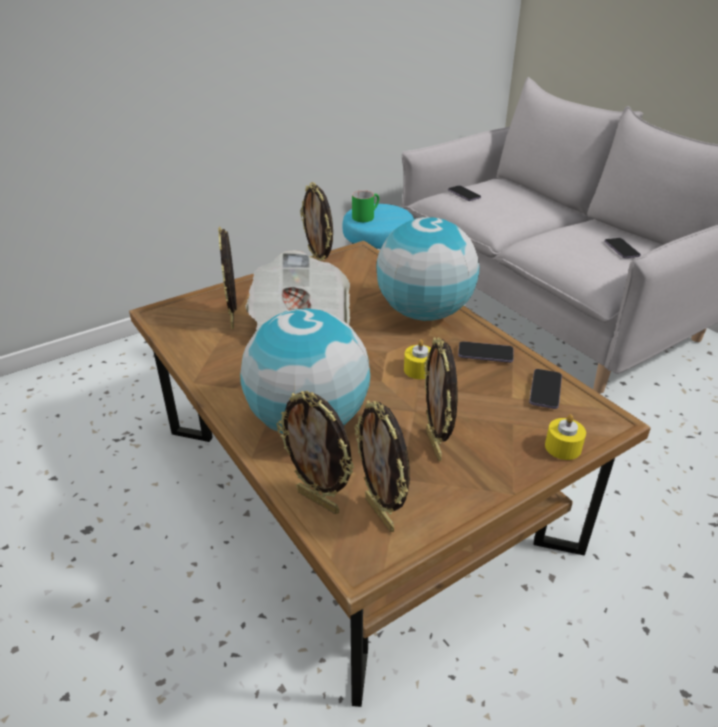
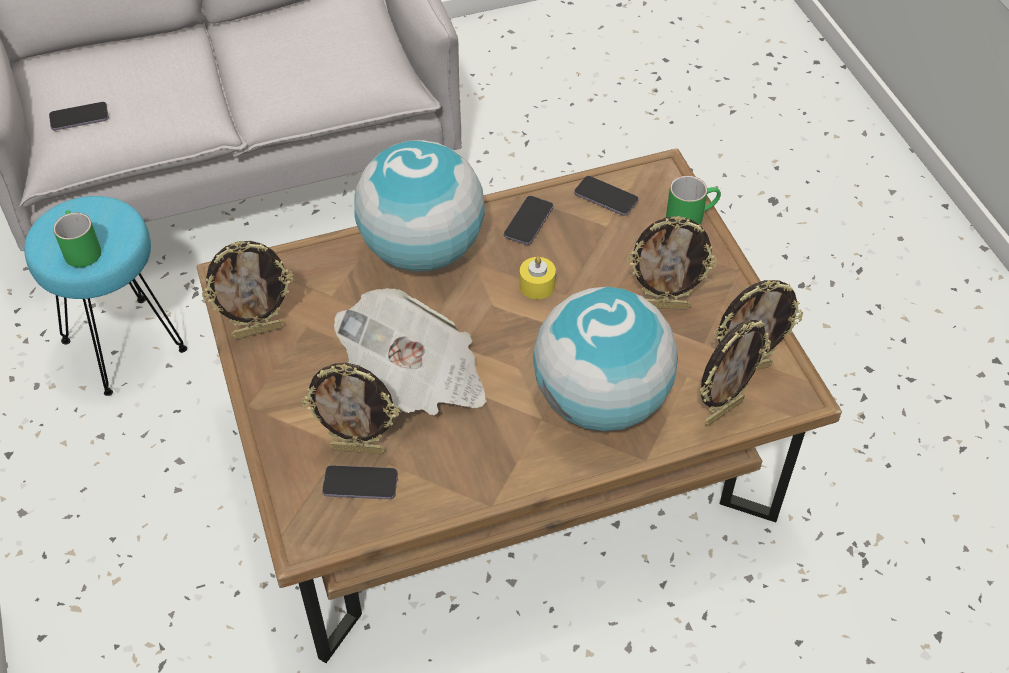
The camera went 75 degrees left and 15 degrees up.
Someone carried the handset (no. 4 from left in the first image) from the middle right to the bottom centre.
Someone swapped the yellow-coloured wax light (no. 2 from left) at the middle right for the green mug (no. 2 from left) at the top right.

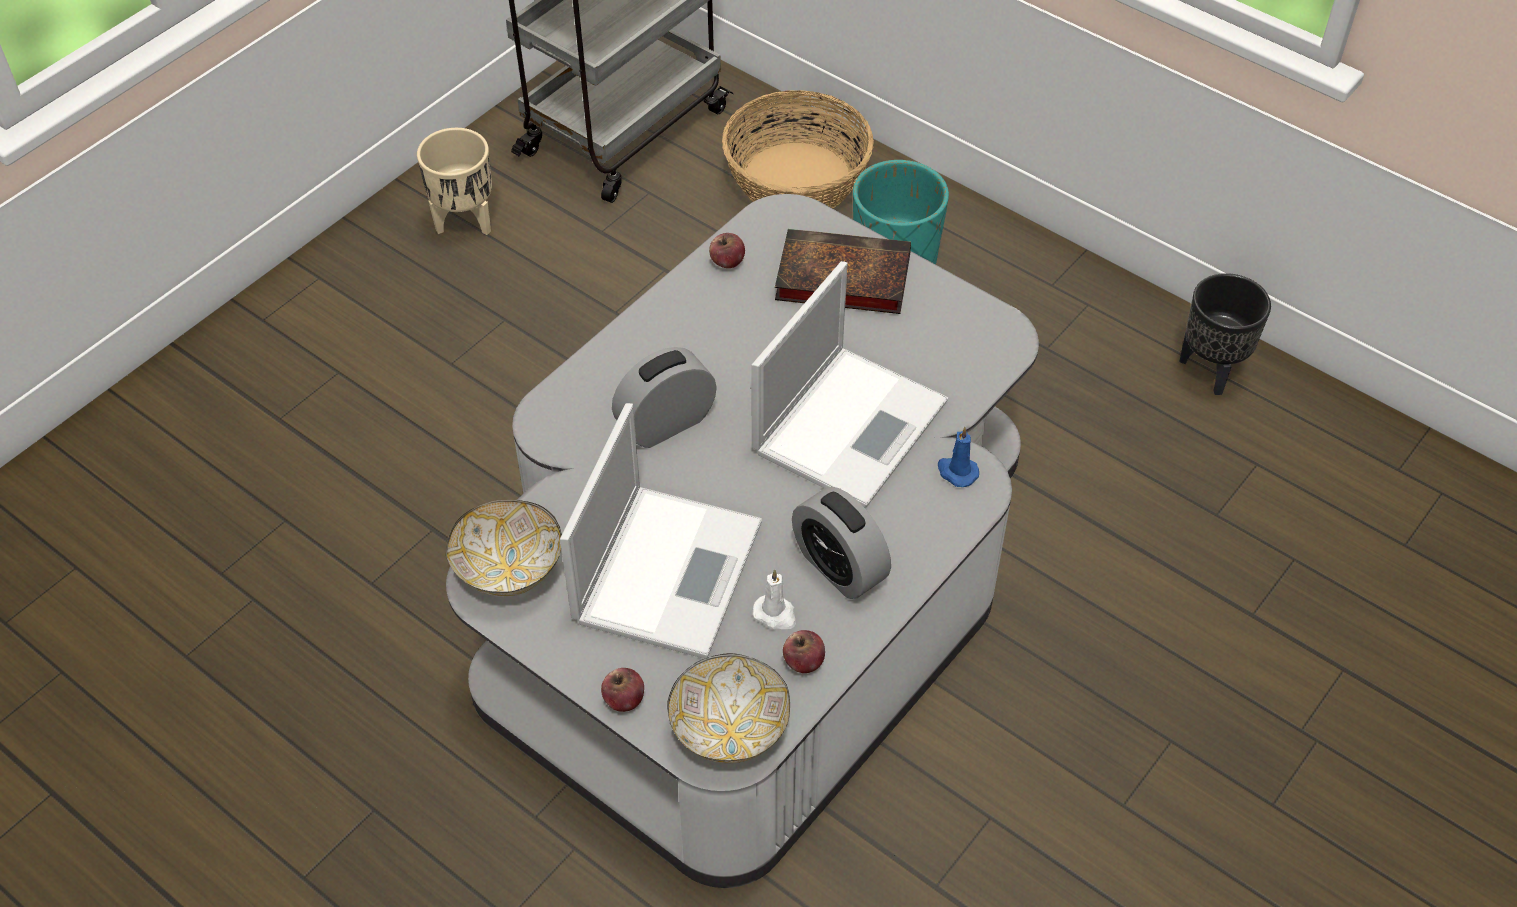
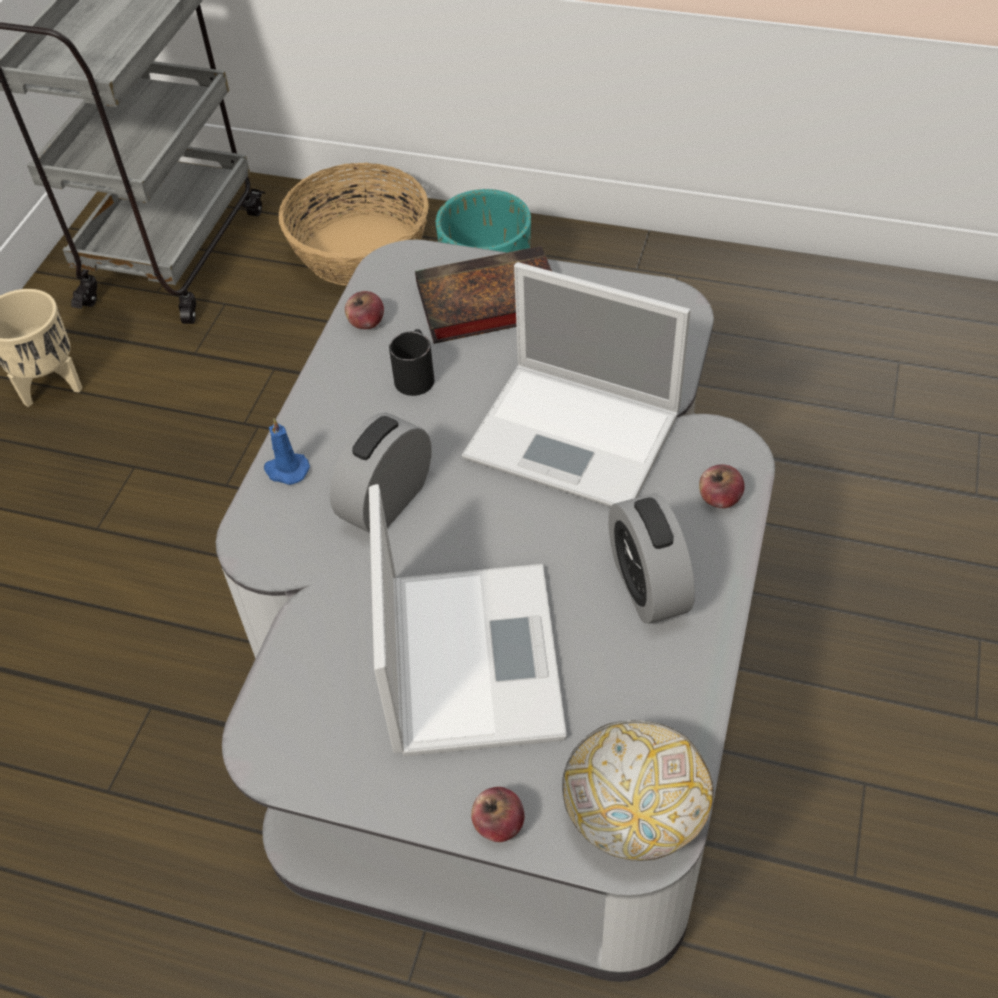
The camera went 20 degrees left and 0 degrees up.
Someone rotated the portable computer (no. 2 from left) at the centre by 105 degrees clockwise.
Someone took away the black-coloured planter at the middle right.
Someone carried the blue wax light from the centre to the middle left.
Someone rotated the bedside clock (no. 2 from left) at the centre by 45 degrees clockwise.
Someone took away the serving bowl (no. 1 from left) at the middle left.
Someone took away the white-coloured wax light at the centre.
Someone carried the apple fruit (no. 3 from left) from the bottom centre to the middle right.
Someone put down the black-coloured mug at the centre.

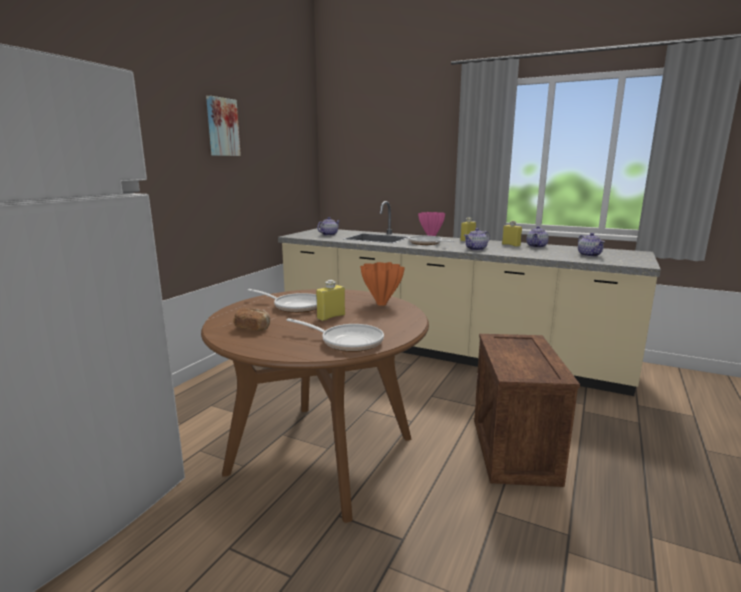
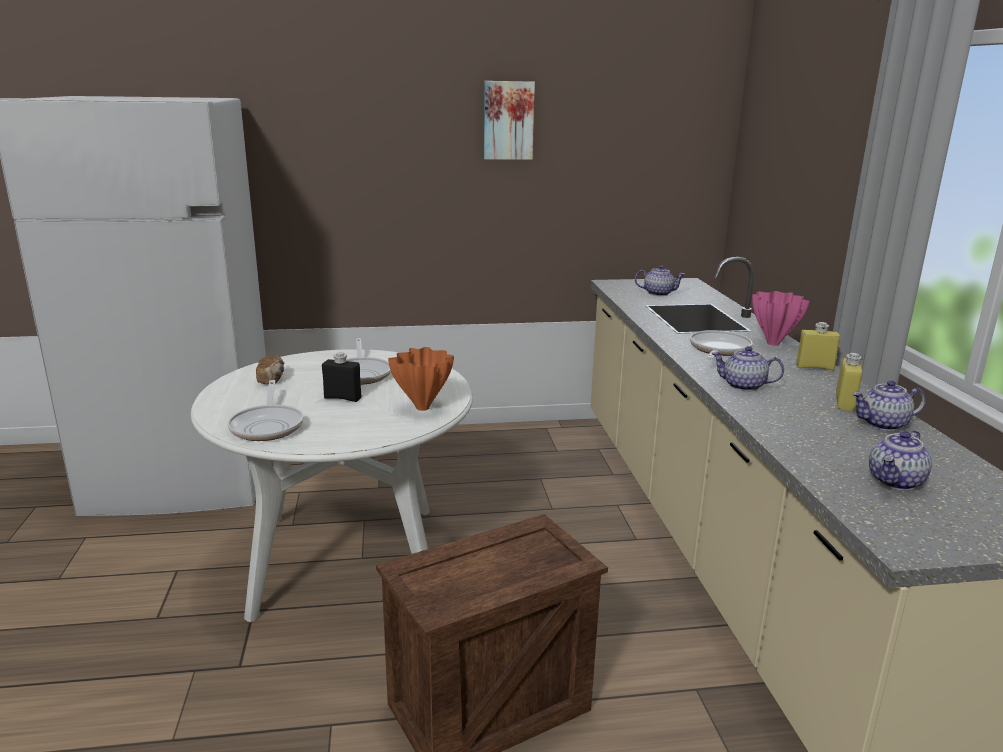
The camera went 55 degrees right and 5 degrees up.
Someone repainted the yellow-coloured beverage bottle (no. 1 from left) at the centre, which became the black-coloured beverage bottle at the centre.
Someone repainted the brown dining table at the bottom centre, which became the white-coloured dining table at the middle left.

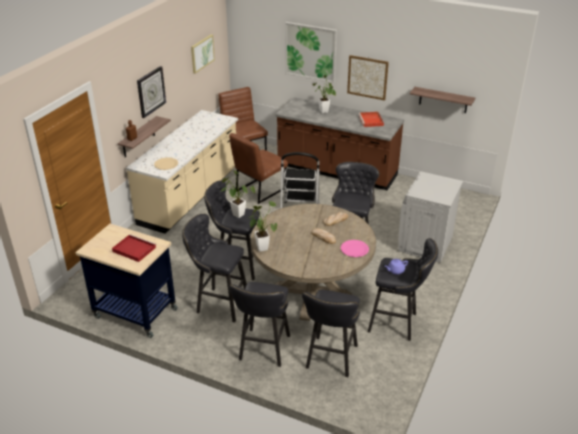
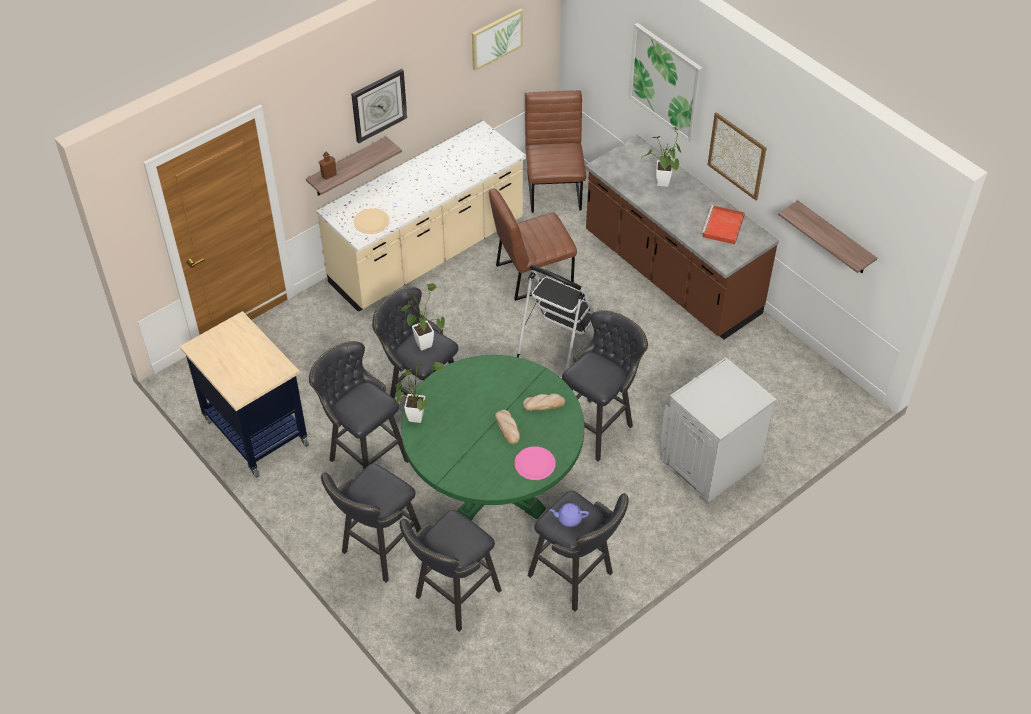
The camera went 25 degrees right and 15 degrees up.
Someone repainted the beige-coloured dining table at the centre, which became the green dining table at the centre.
Someone took away the red-coloured carrying tray (no. 1 from left) at the middle left.

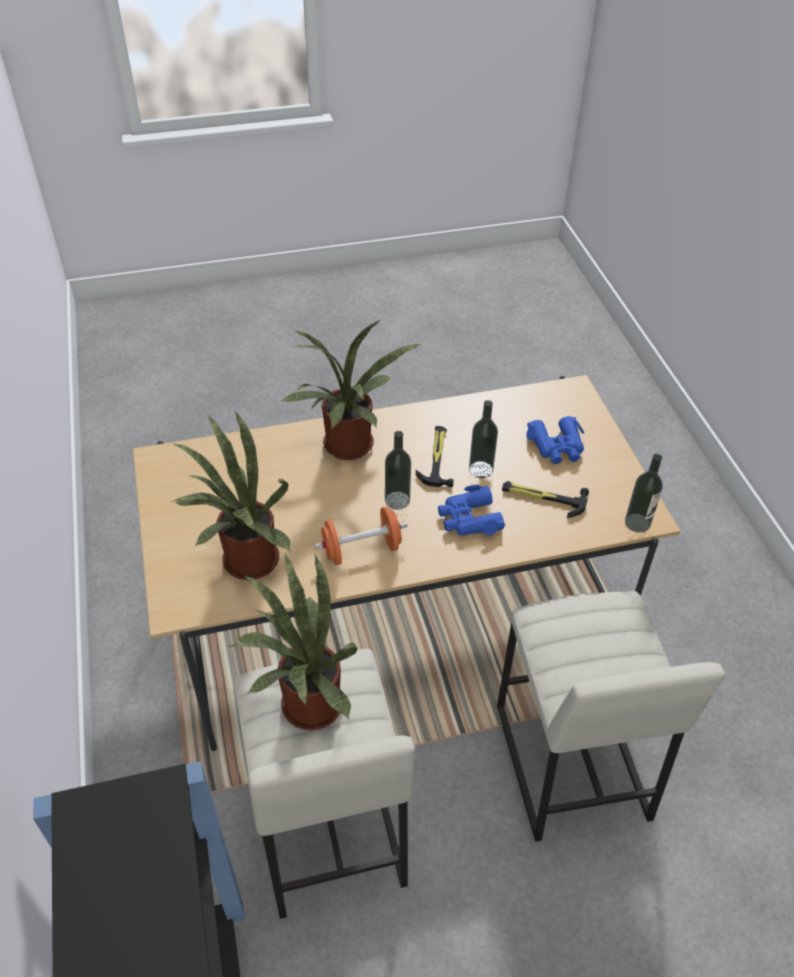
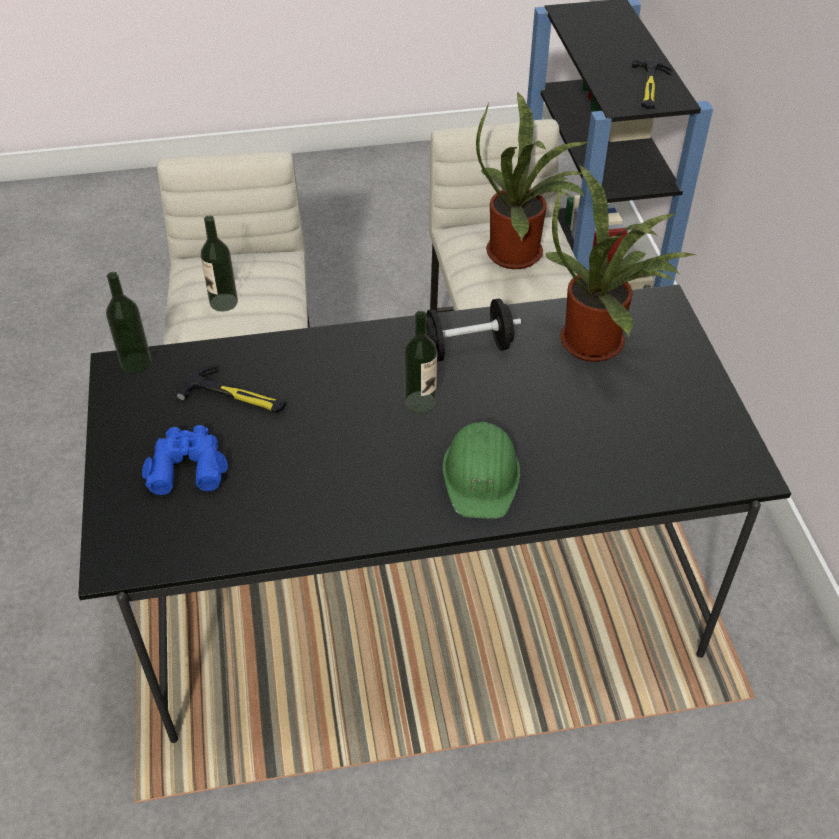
The camera went 175 degrees left and 0 degrees up.
Someone swapped the plant in a pot (no. 3 from left) at the centre for the green hard hat at the centre.
Someone repainted the beige-coloured dining table at the centre, which became the black-coloured dining table at the centre.
Someone carried the beverage bottle (no. 2 from left) from the centre to the top left.
Someone carried the hand hammer (no. 1 from left in the first image) from the centre to the top right.
Someone took away the blue field glasses (no. 1 from left) at the centre.
Someone repainted the orange hand weight at the centre, which became the black-coloured hand weight at the centre.

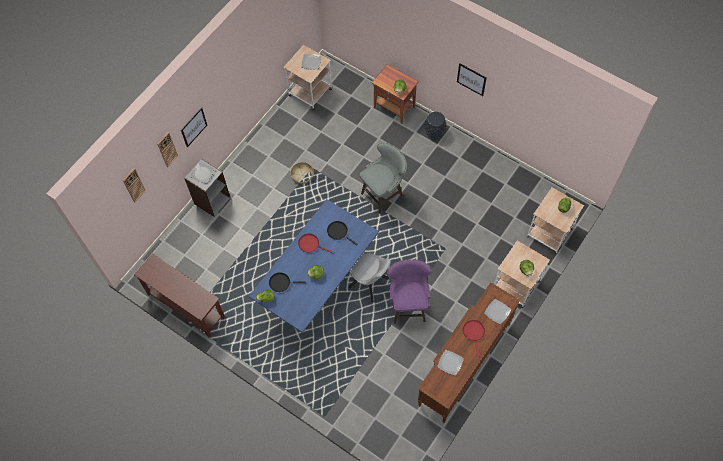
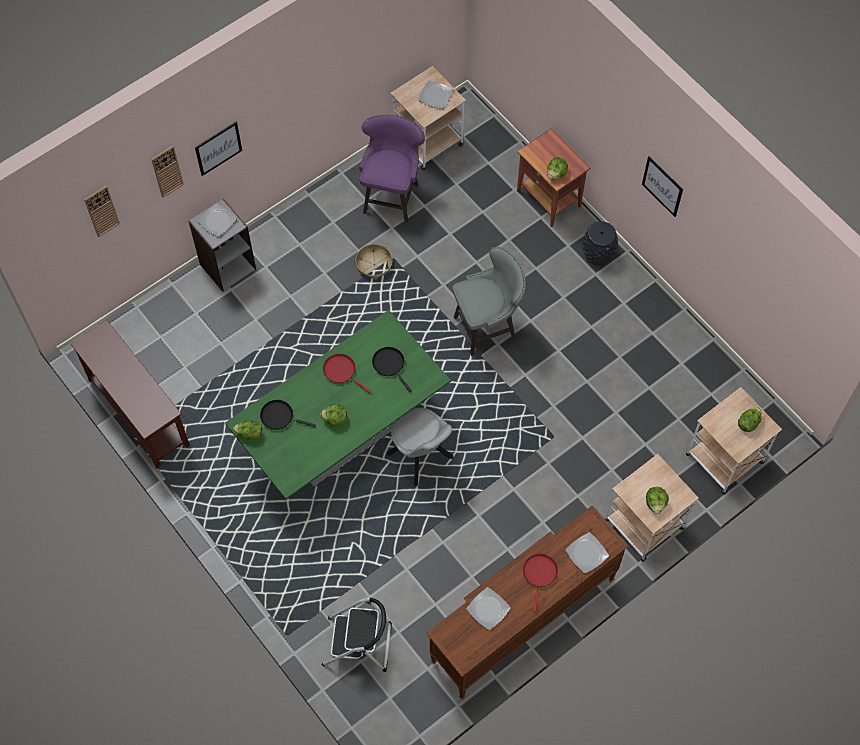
The camera went 15 degrees right and 0 degrees up.
Someone repainted the blue dining table at the centre, which became the green dining table at the centre.
Someone carried the purple-coloured stool seat from the centre to the top centre.
Someone put down the stepladder at the bottom centre.

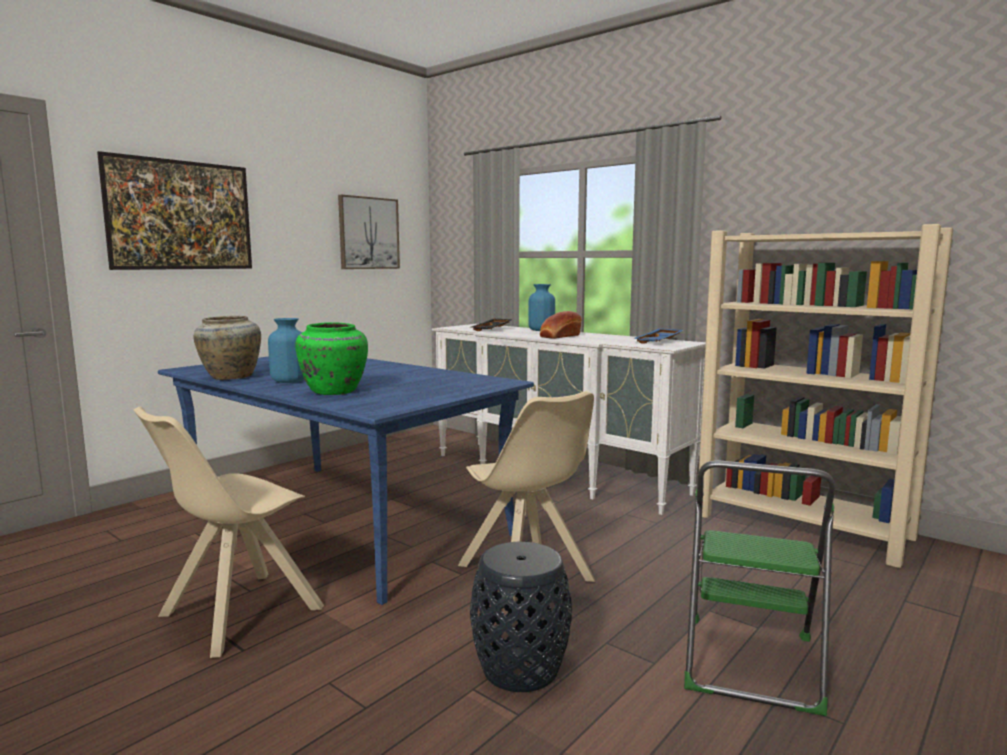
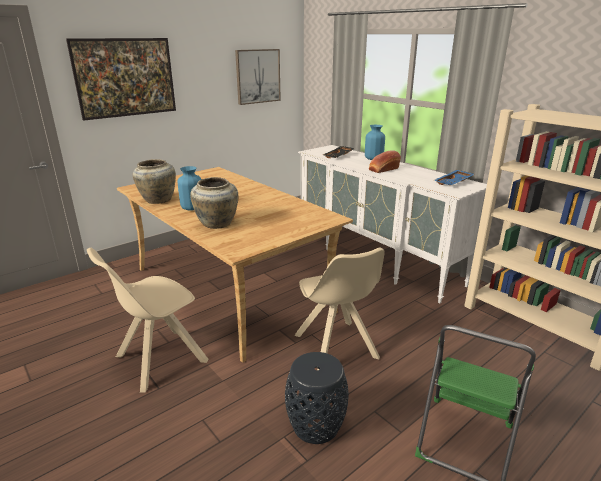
The camera went 10 degrees right and 15 degrees up.
Someone repainted the green vase at the middle left, which became the beige-coloured vase (no. 2 from left) at the centre.
Someone repainted the blue dining table at the centre, which became the beige-coloured dining table at the centre.

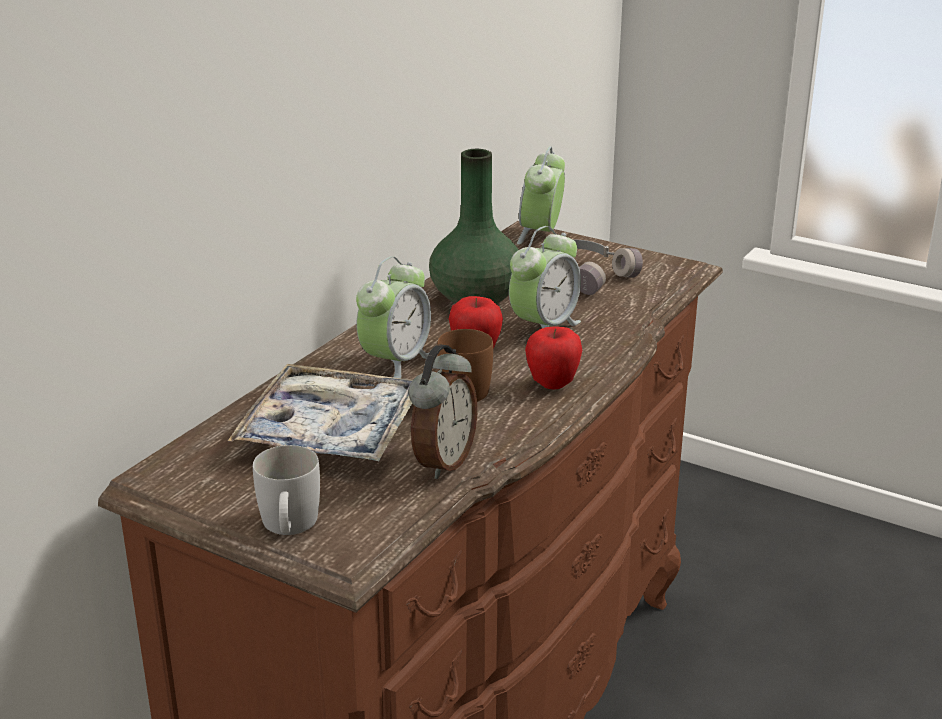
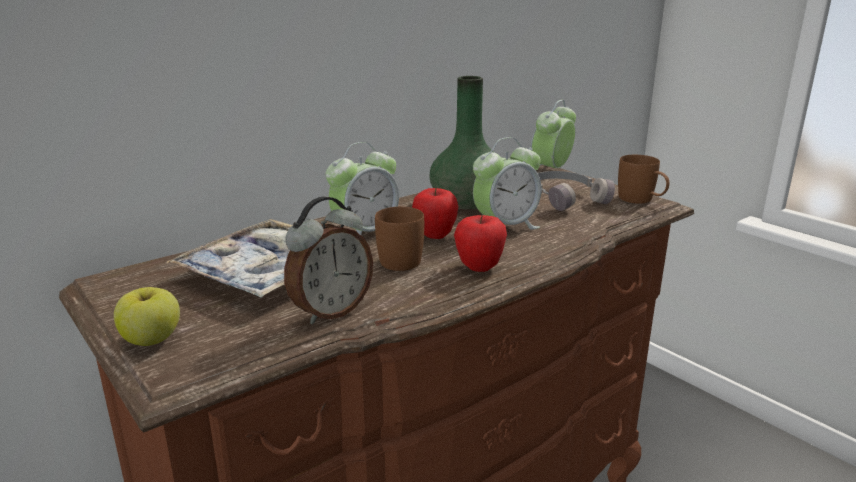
The camera went 20 degrees right and 5 degrees down.
Someone swapped the white-coloured mug at the bottom left for the apple fruit (no. 1 from left) at the middle left.
Someone put down the brown mug (no. 2 from left) at the middle right.

